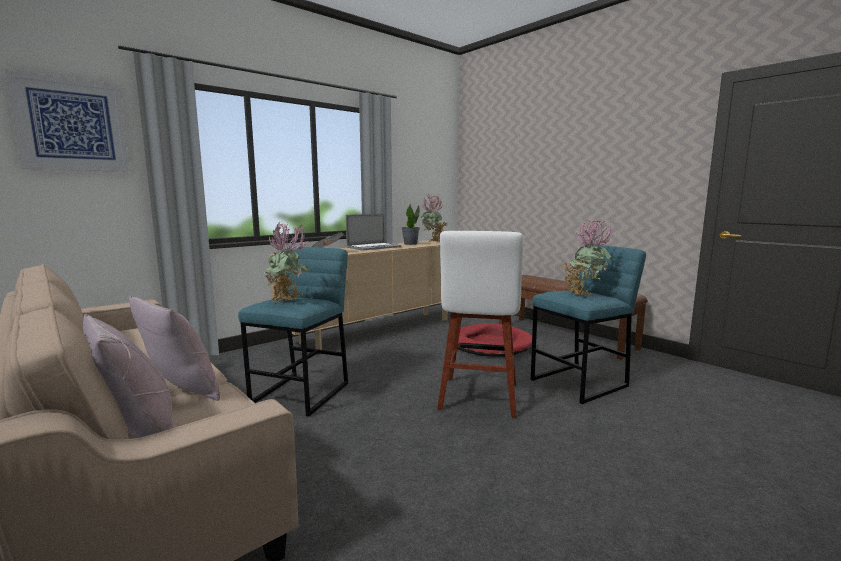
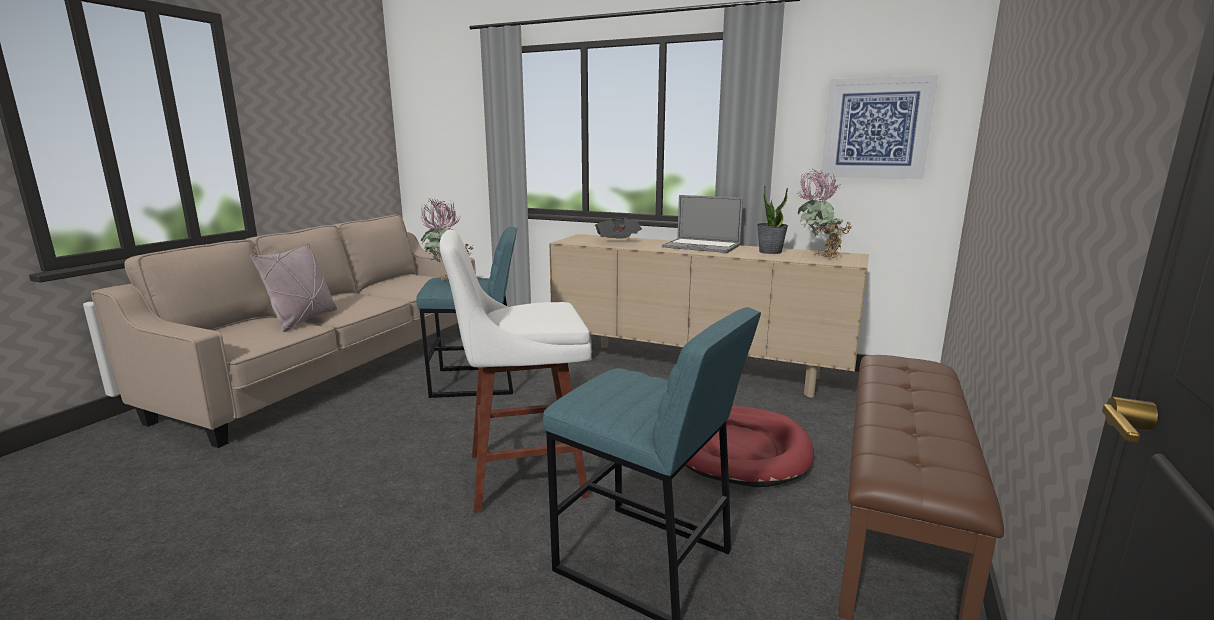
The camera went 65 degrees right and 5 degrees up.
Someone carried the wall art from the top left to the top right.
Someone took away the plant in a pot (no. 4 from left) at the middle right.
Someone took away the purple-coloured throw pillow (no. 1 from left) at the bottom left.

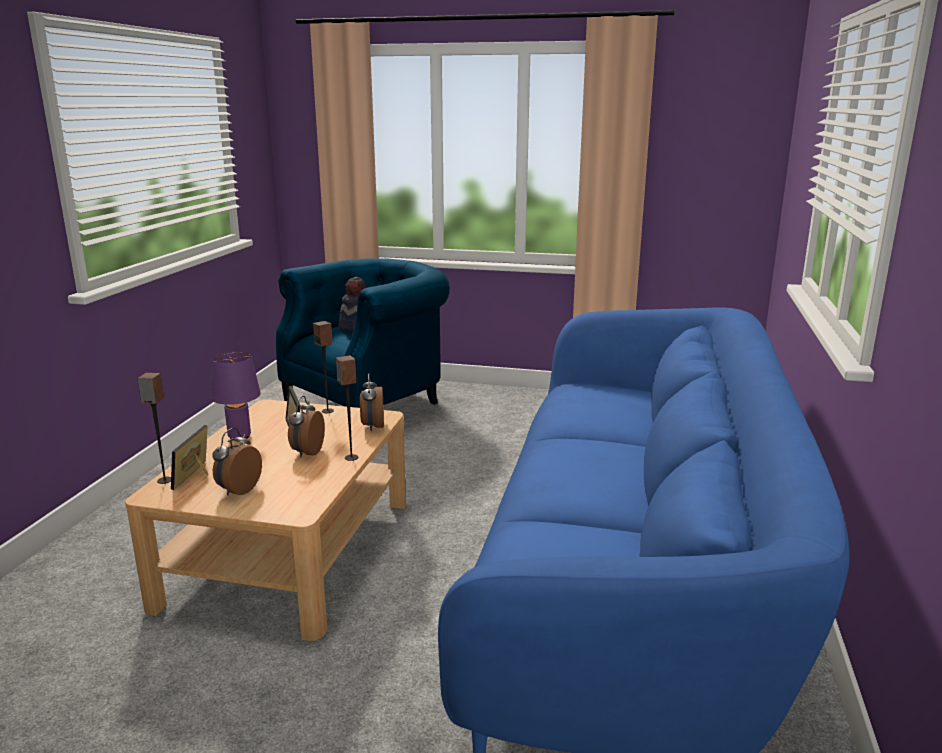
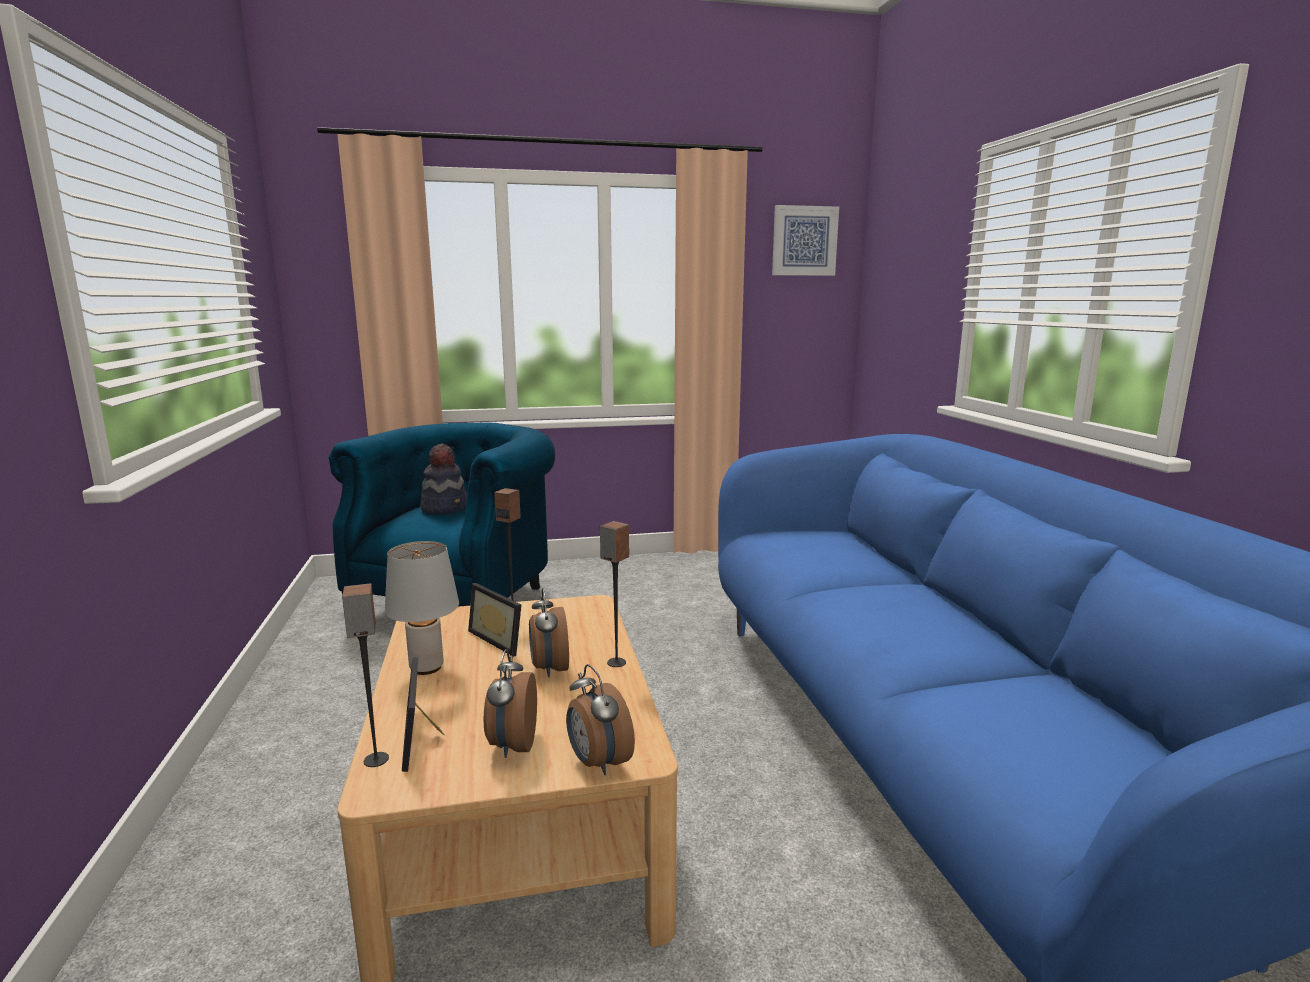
The camera went 25 degrees left and 5 degrees down.
Someone repainted the purple-coloured tabletop lamp at the middle left, which became the grey tabletop lamp at the middle left.
Someone carried the bedside clock (no. 3 from left) from the centre to the bottom centre.
Someone put up the wall art at the top centre.

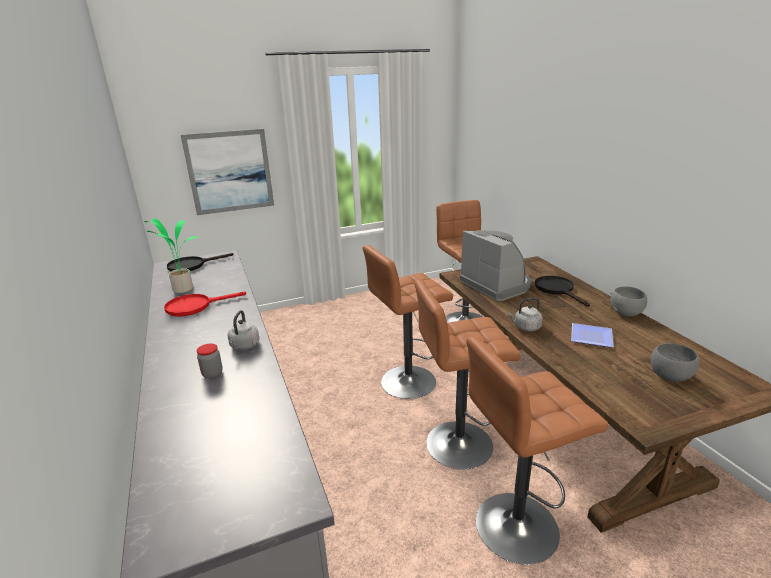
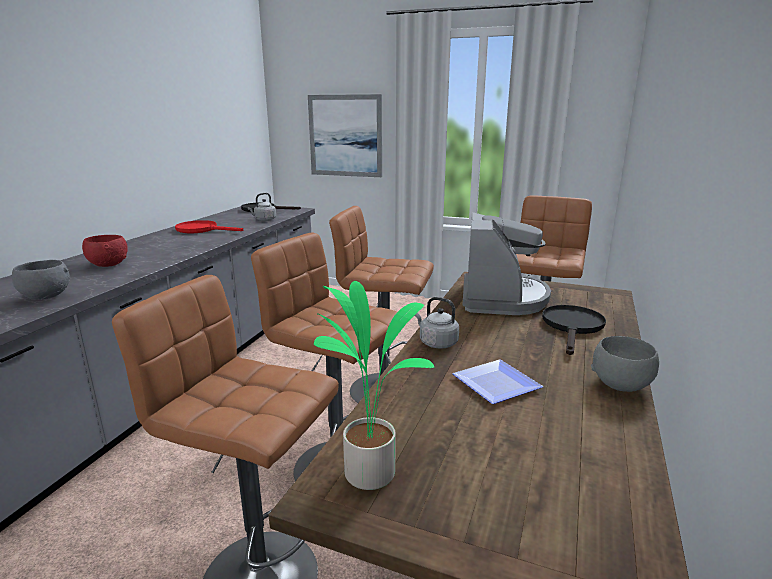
The camera went 40 degrees right and 5 degrees down.
Someone carried the plant in a pot from the middle left to the centre.
Someone carried the grey kettle (no. 1 from left) from the middle left to the centre.
Someone carried the grey serving bowl (no. 2 from left in the first image) from the middle right to the middle left.
Someone swapped the storage jar at the middle left for the red-coloured serving bowl at the middle left.

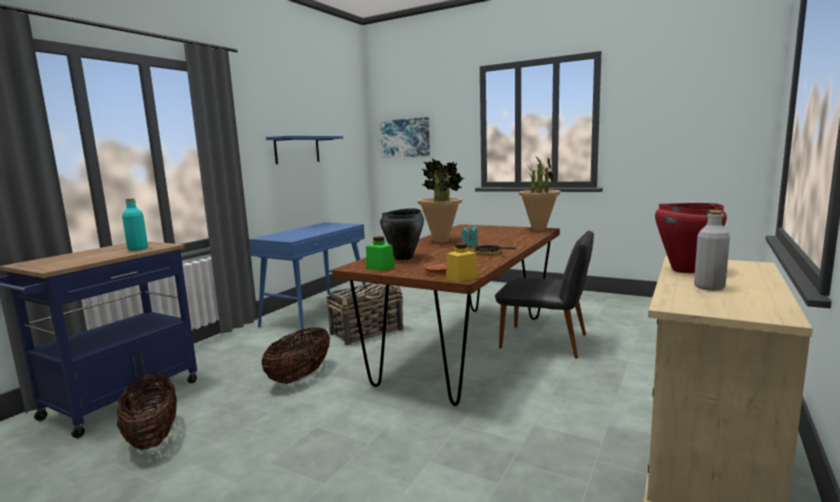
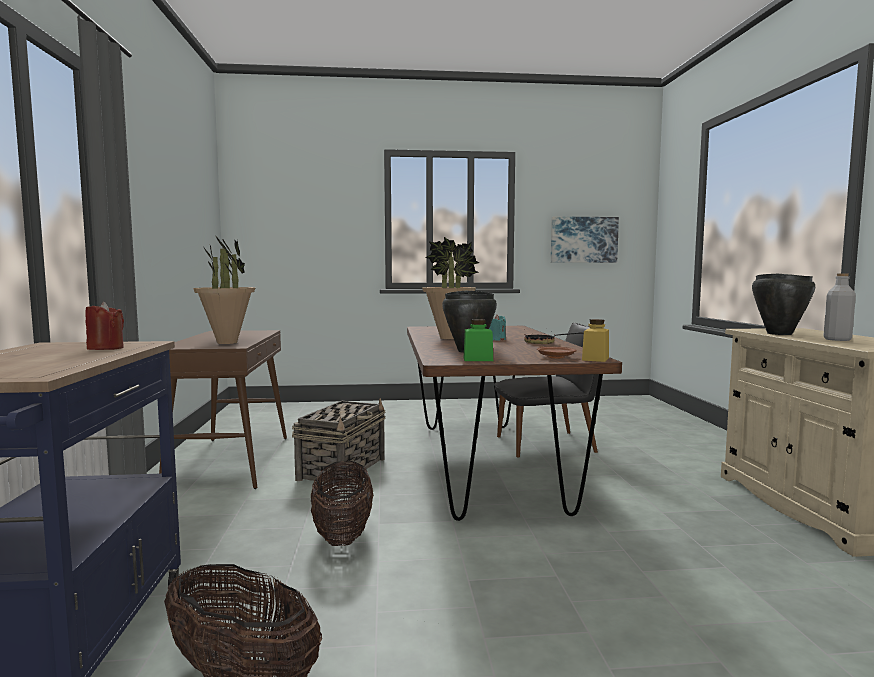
The camera went 35 degrees left and 5 degrees down.
Someone carried the wall art from the top centre to the middle right.
Someone took away the blue wall shelf at the top centre.
Someone carried the plant in a pot (no. 2 from left in the first image) from the centre to the middle left.
Someone swapped the turquoise beverage bottle at the middle left for the red-coloured wax light at the middle left.
Someone repainted the red-coloured saucepot at the middle right, which became the black-coloured saucepot (no. 2 from left) at the middle right.
Someone repainted the blue hall table at the centre, which became the brown hall table at the middle left.

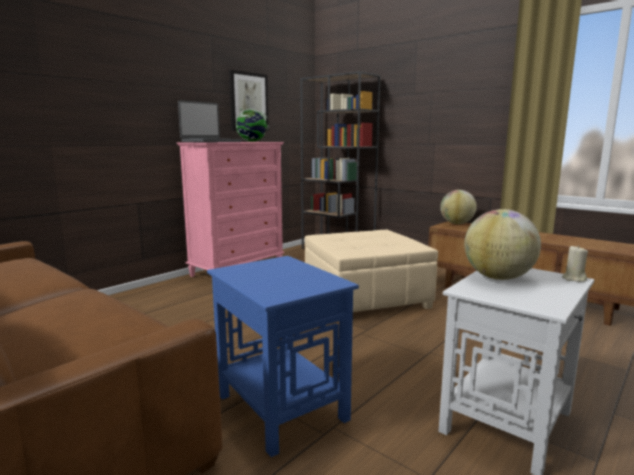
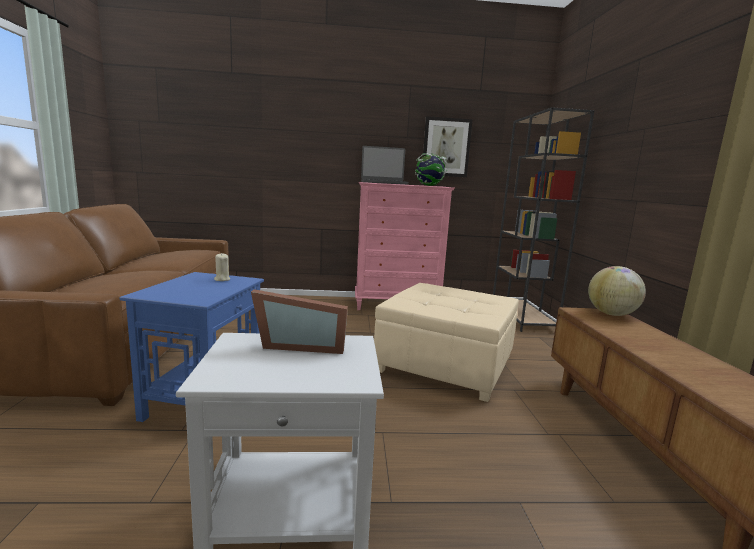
The camera went 45 degrees right and 0 degrees up.
Someone swapped the world globe (no. 3 from left) at the middle right for the standing frame at the centre.
Someone carried the beige-coloured wax light from the middle right to the middle left.

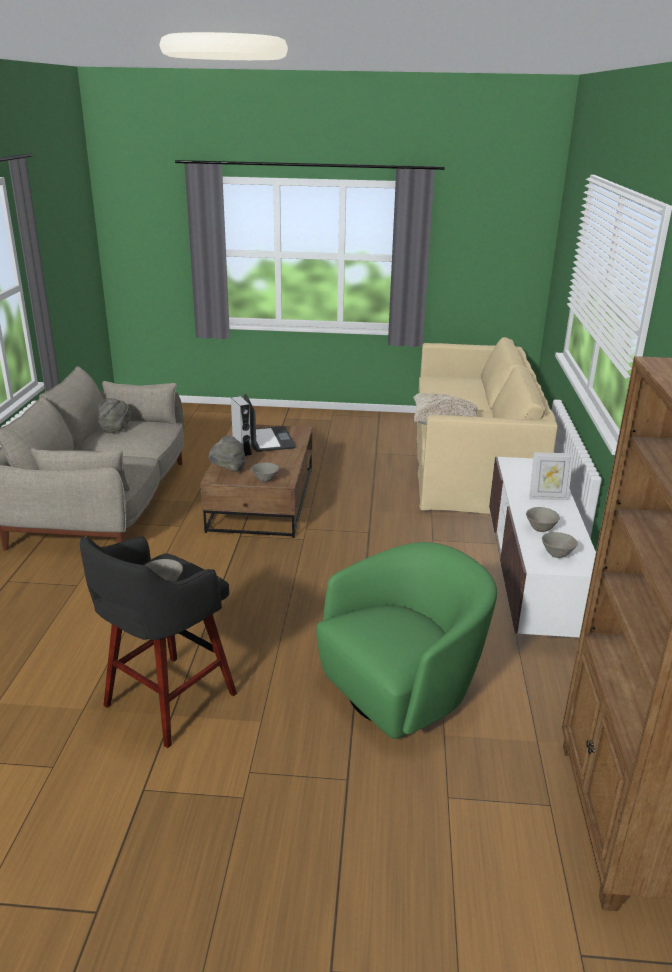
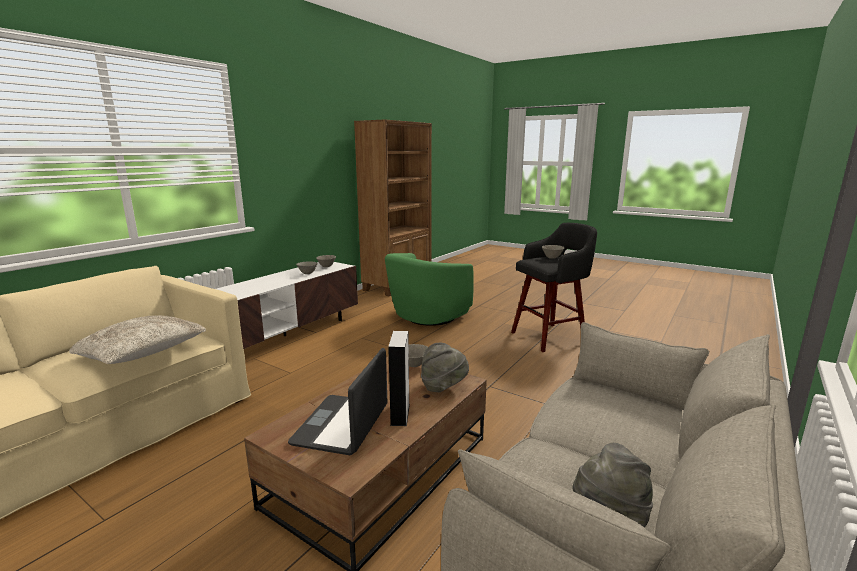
The camera went 150 degrees left and 10 degrees down.
Someone took away the standing frame at the middle right.
Someone rotated the green armchair at the centre by 45 degrees counterclockwise.

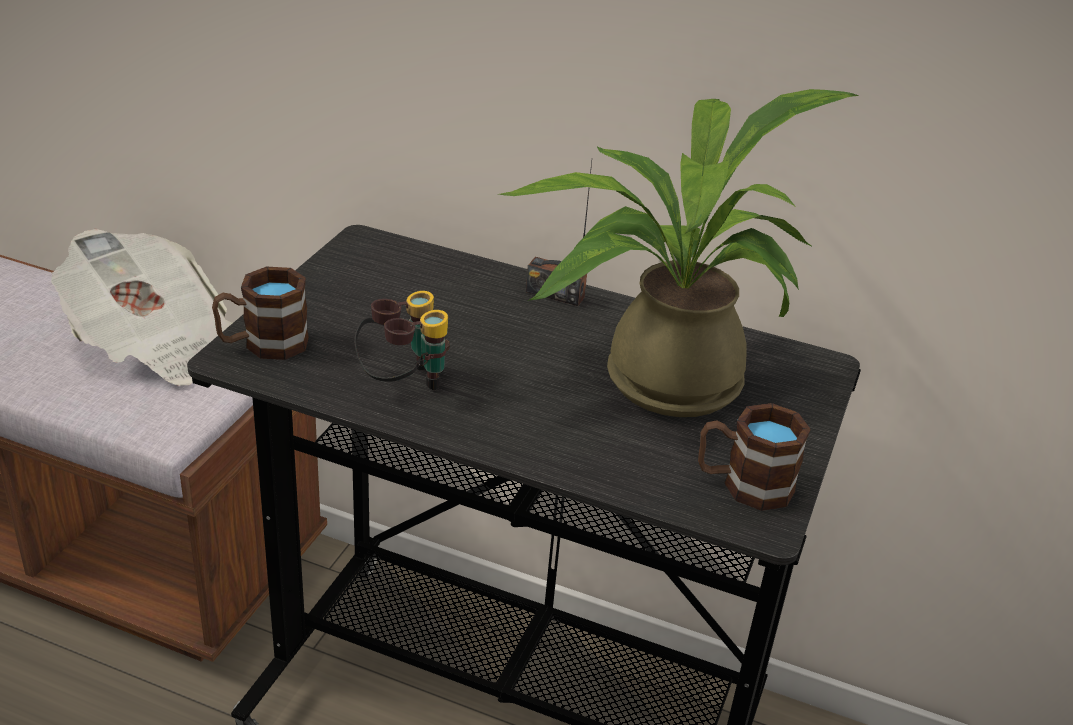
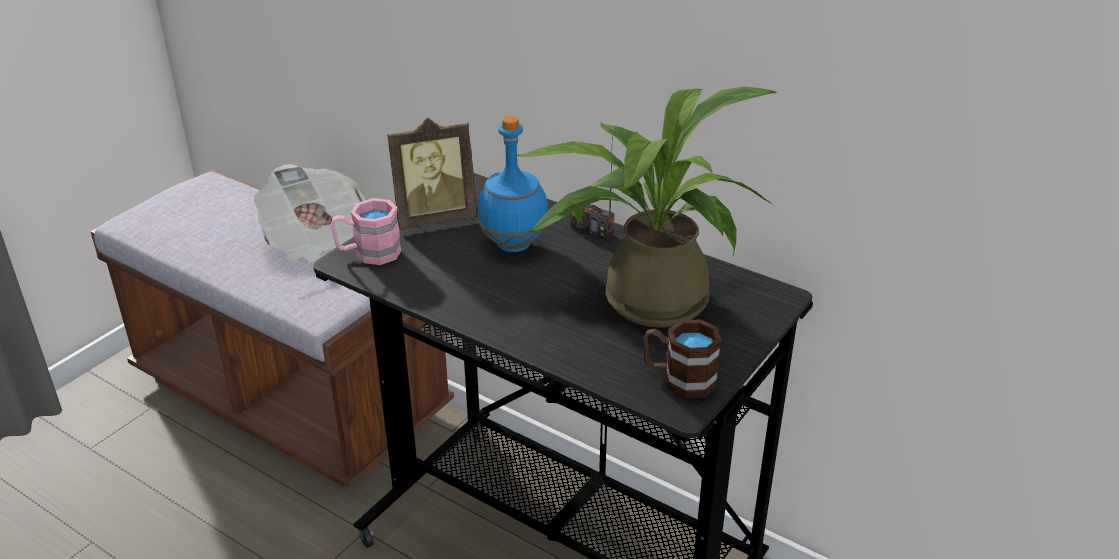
The camera went 15 degrees right and 0 degrees up.
Someone repainted the brown mug (no. 1 from left) at the middle left, which became the pink-coloured mug at the middle left.
Someone took away the field glasses at the centre.
Someone put down the blue beverage bottle at the top centre.
Someone put down the standing frame at the top centre.

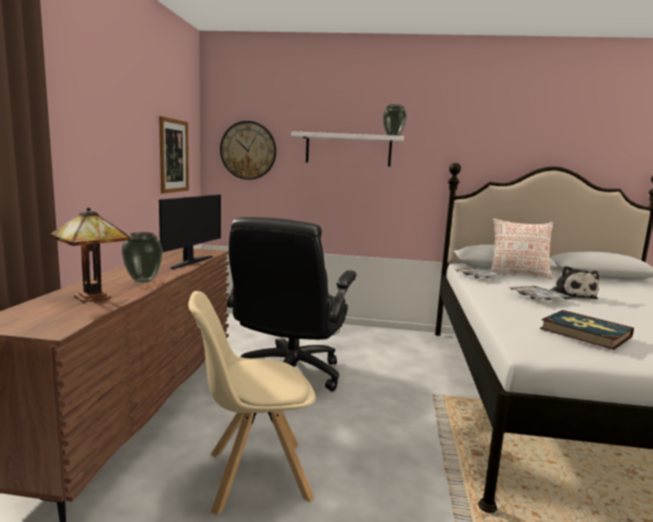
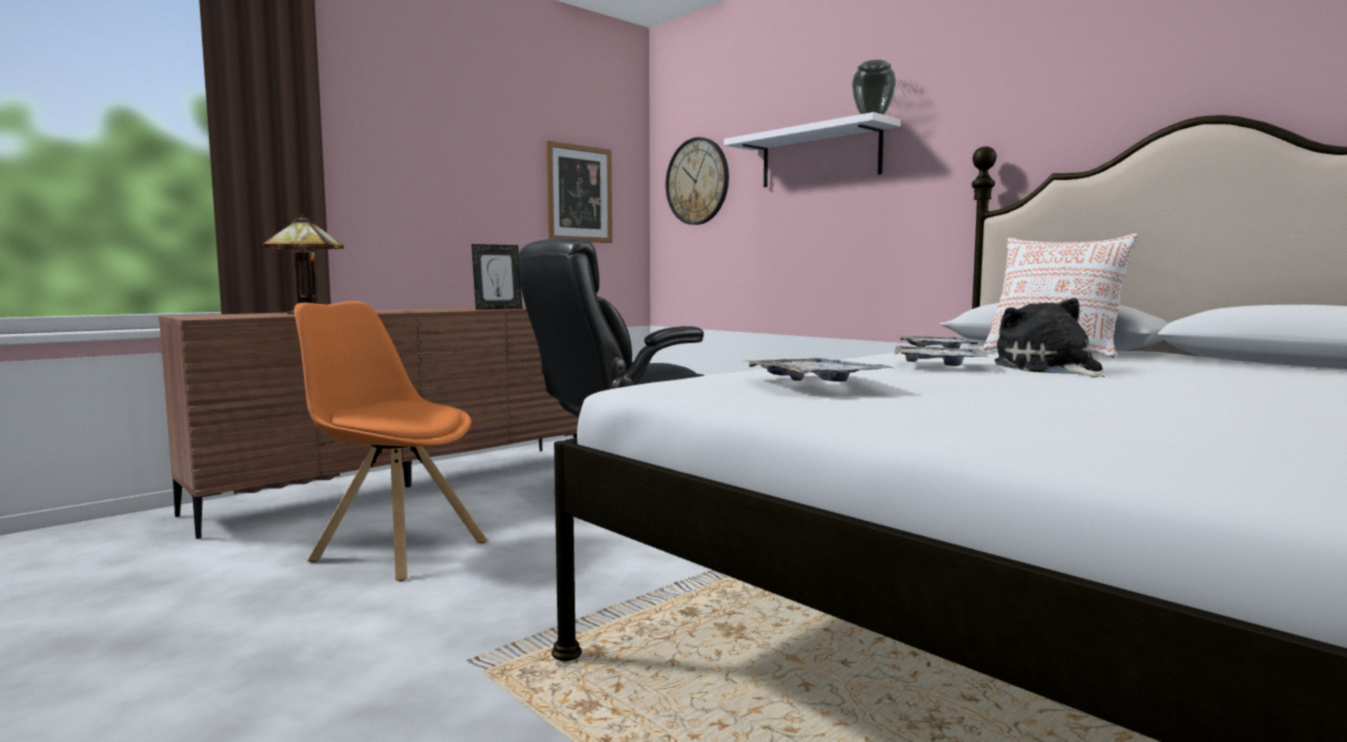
The camera went 40 degrees right and 5 degrees down.
Someone swapped the computer screen at the middle left for the standing frame at the centre.
Someone took away the vase (no. 1 from left) at the middle left.
Someone rotated the soft toy at the middle right by 135 degrees clockwise.
Someone repainted the beige-coloured upright chair at the bottom centre, which became the orange upright chair at the middle left.
Someone swapped the volume at the middle right for the carrying tray (no. 1 from left) at the centre.

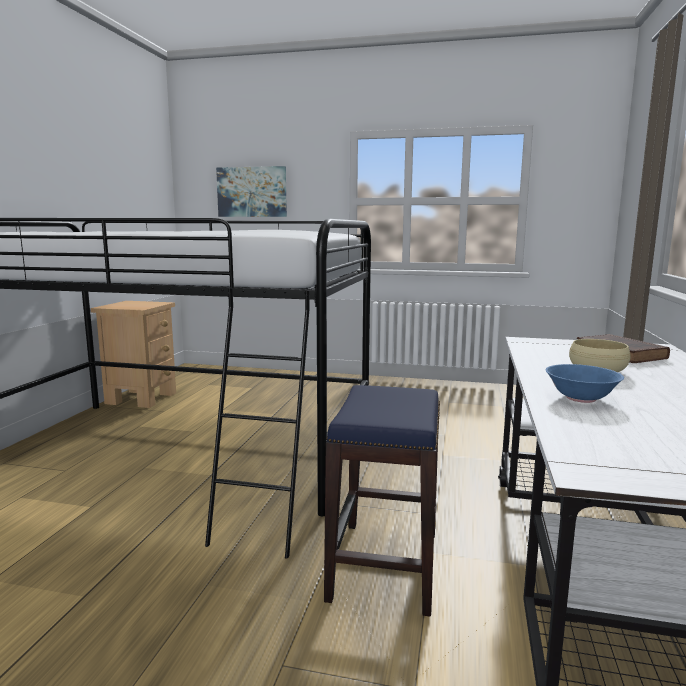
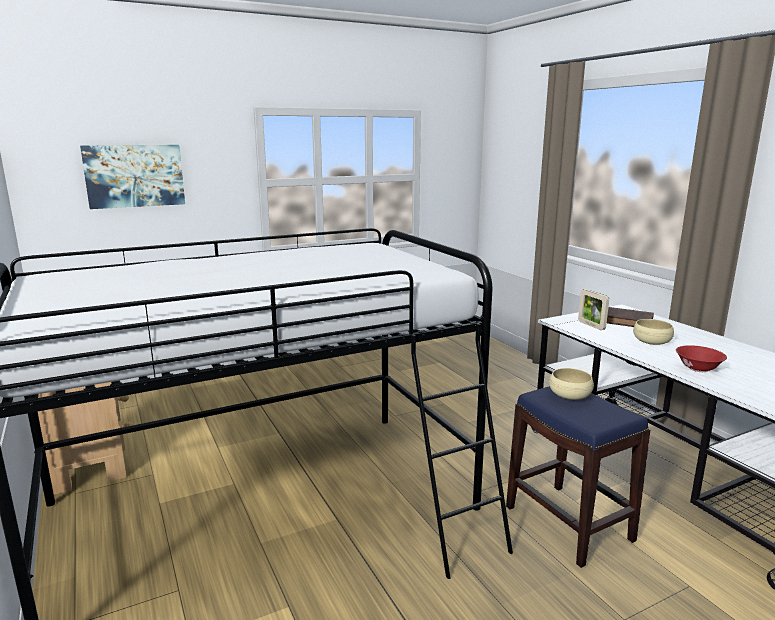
The camera went 40 degrees left and 5 degrees up.
Someone repainted the blue serving bowl at the middle right, which became the red-coloured serving bowl at the middle right.
Someone put down the standing frame at the middle right.
Someone put down the beige-coloured serving bowl (no. 1 from left) at the middle right.

